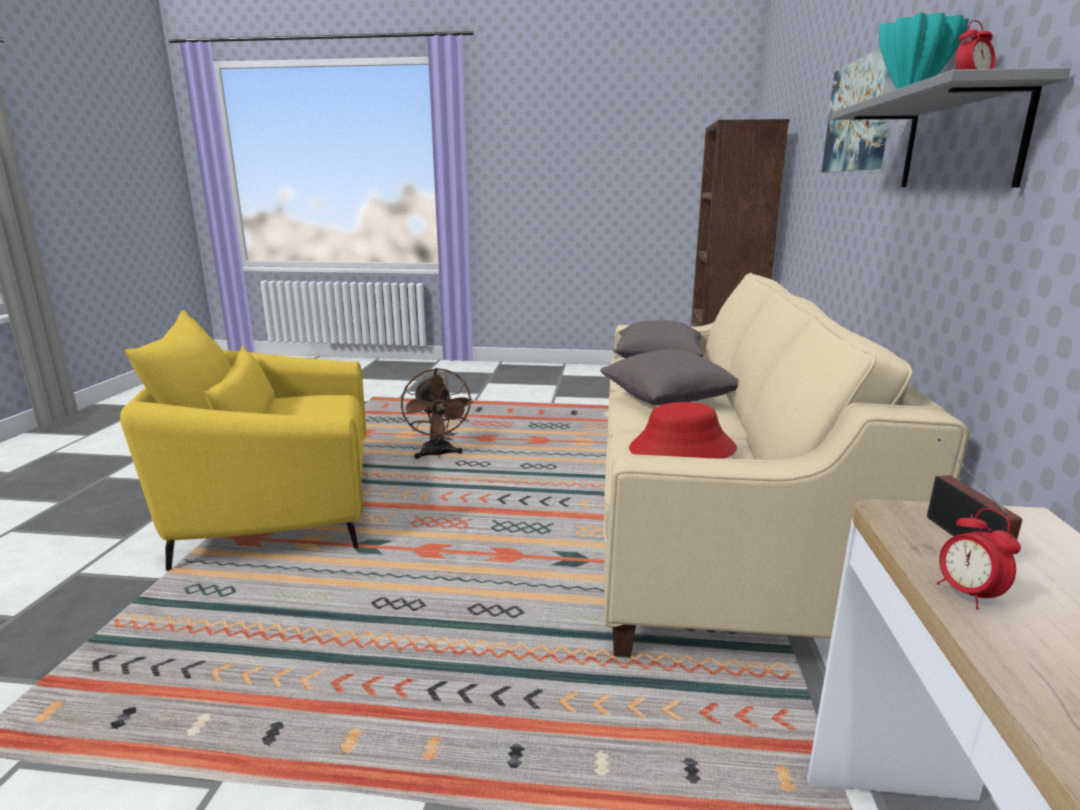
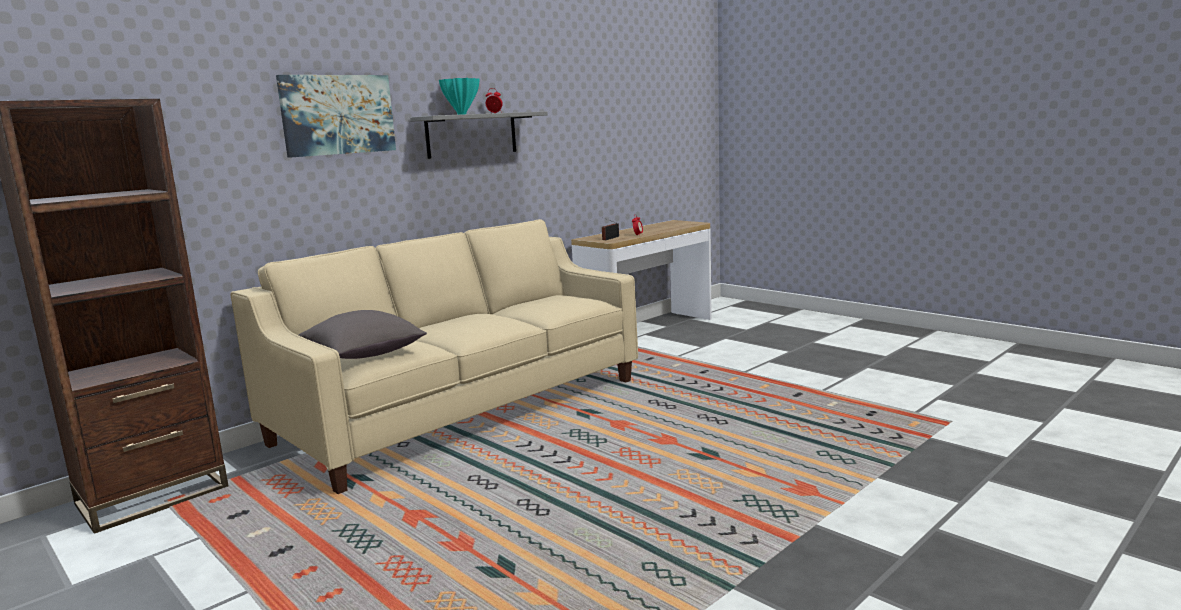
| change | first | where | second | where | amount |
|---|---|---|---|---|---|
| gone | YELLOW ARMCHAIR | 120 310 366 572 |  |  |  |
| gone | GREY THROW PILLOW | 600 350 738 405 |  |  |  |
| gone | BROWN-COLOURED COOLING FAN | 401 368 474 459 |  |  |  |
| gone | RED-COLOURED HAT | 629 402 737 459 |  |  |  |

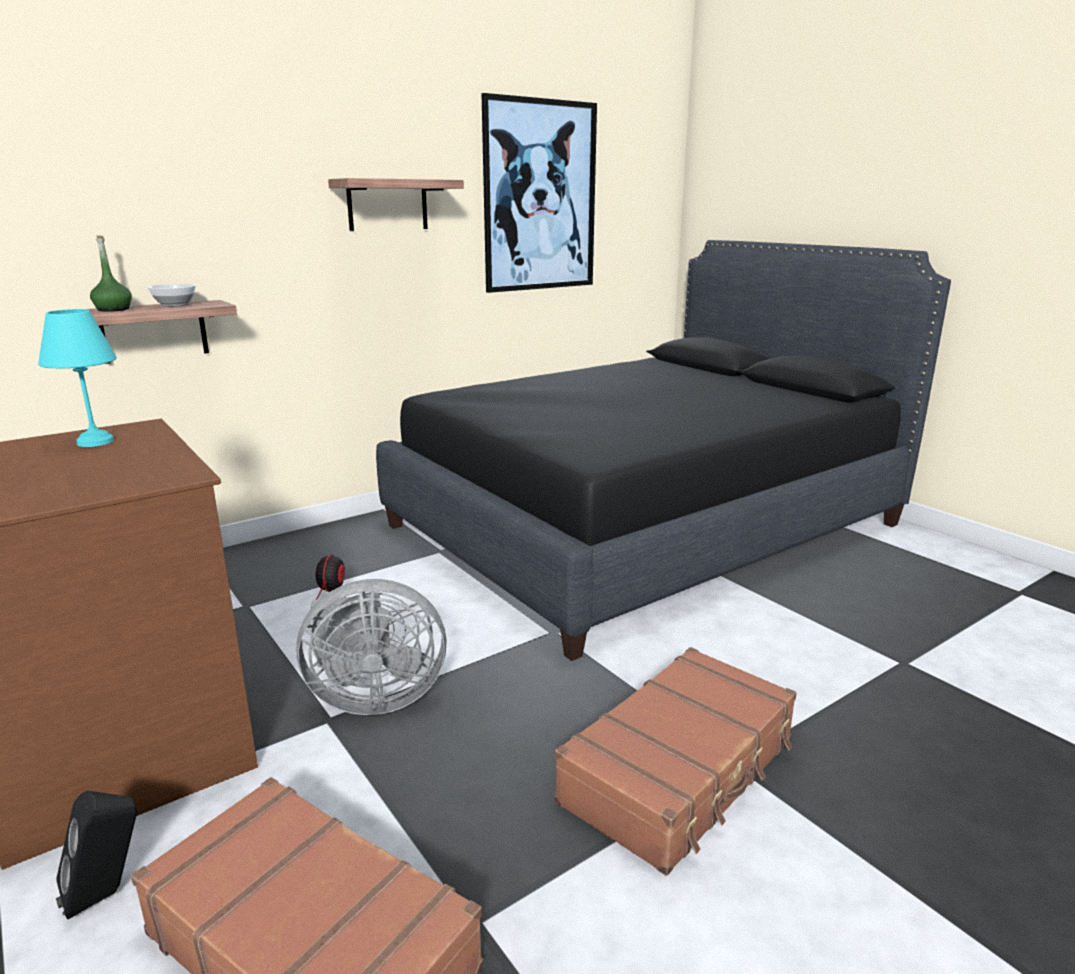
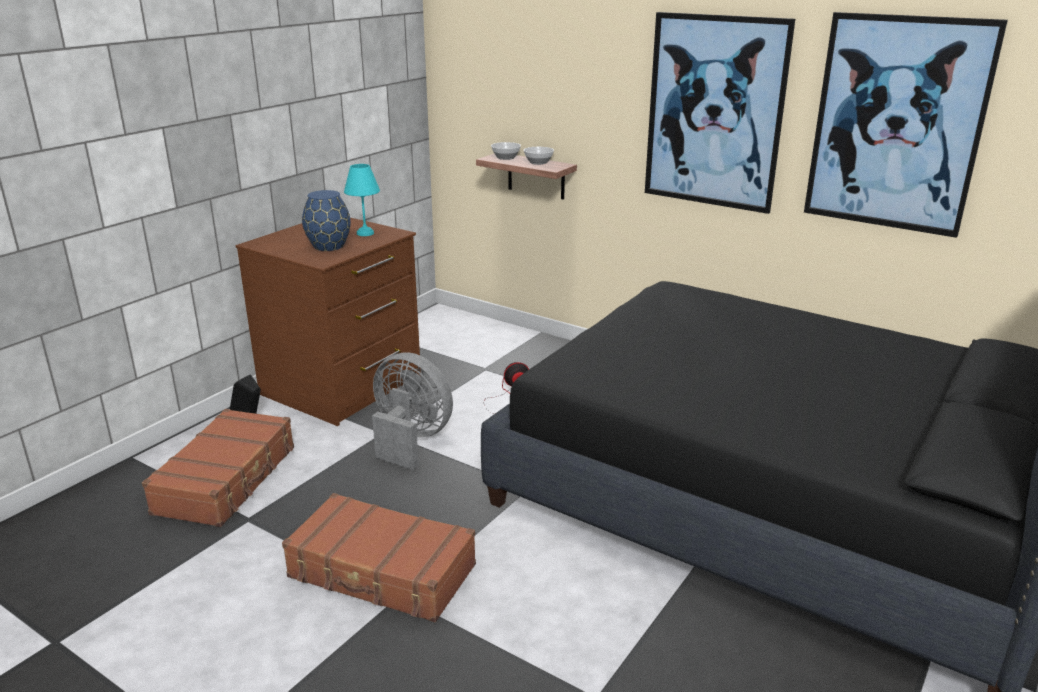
| change | first | where | second | where | amount |
|---|---|---|---|---|---|
| swapped | WALL SHELF | 328 178 464 231 | PICTURE | 645 12 795 214 |  |
| swapped | GREENISH DRINK BOTTLE | 90 235 132 312 | BOWL | 491 142 521 160 |  |
| rotated | GREY COOLING FAN | 296 579 447 715 |  | 372 352 453 470 | 150 degrees clockwise |
| new |  |  | BLUISH DECORATIVE VASE | 302 190 351 251 |  |

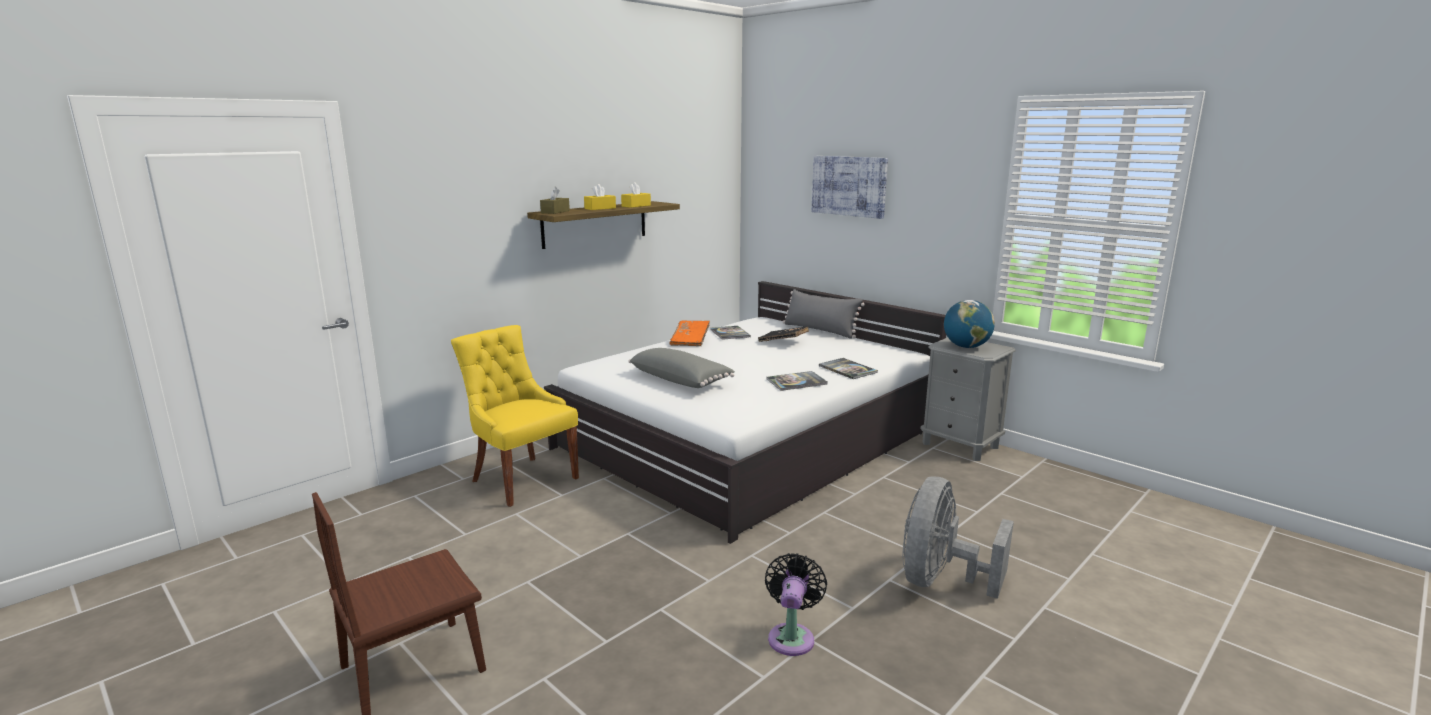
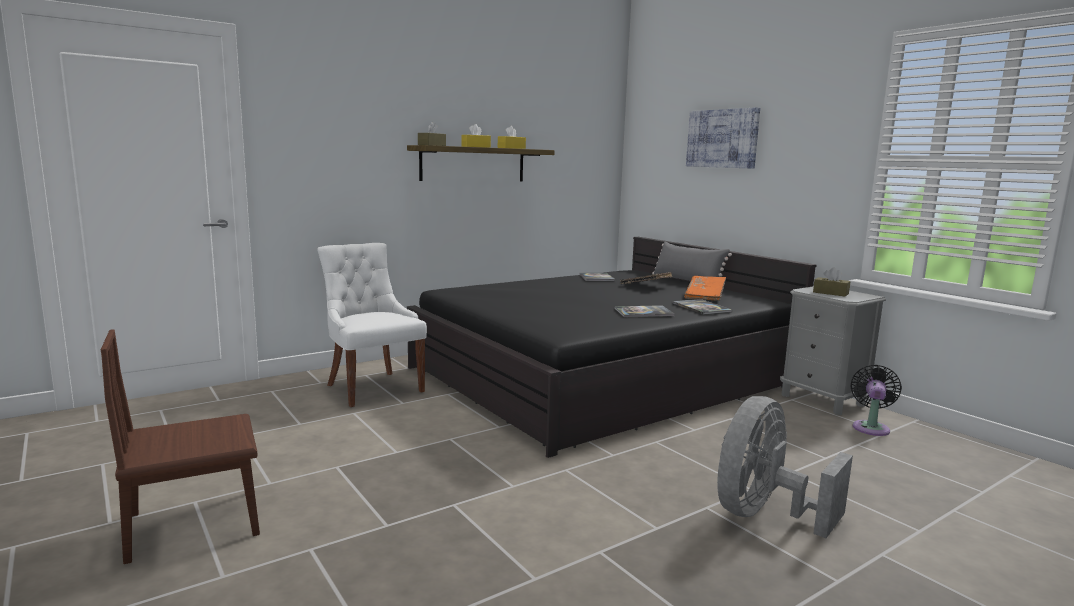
| change | first | where | second | where | amount |
|---|---|---|---|---|---|
| repainted | WHITISH BEDROOM BED | 544 281 946 544 | BLACK BEDROOM BED | 407 237 816 458 |  |
| swapped | DESK GLOBE | 944 300 995 348 | BROWN-COLOURED TISSUE BOX | 813 267 850 297 |  |
| shifted | ORANGEY BOUND BOOK | 670 320 710 346 |  | 684 276 726 301 |  |
| repainted | YELLOW CHAIR | 451 325 579 507 | WHITISH CHAIR | 317 243 427 407 |  |
| gone | GREY THROW PILLOW | 628 348 735 388 |  |  |  |
| shifted | BLACK COOLING FAN | 765 553 827 656 |  | 850 365 902 436 |  |

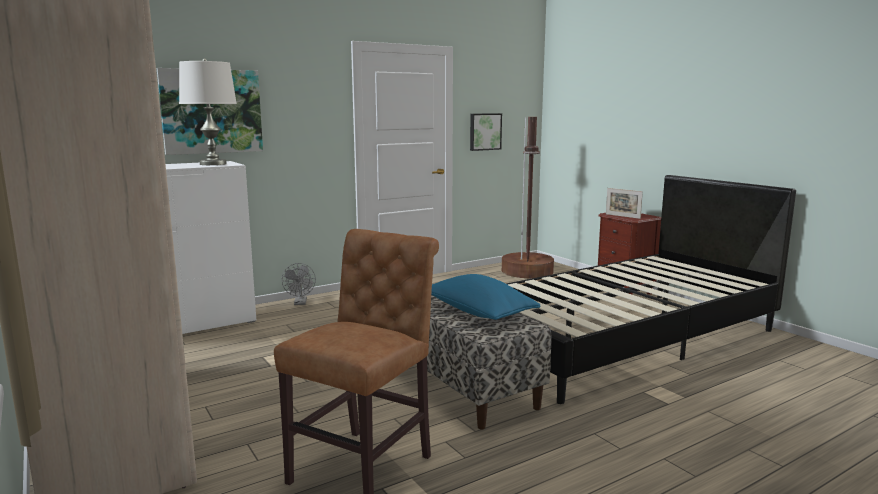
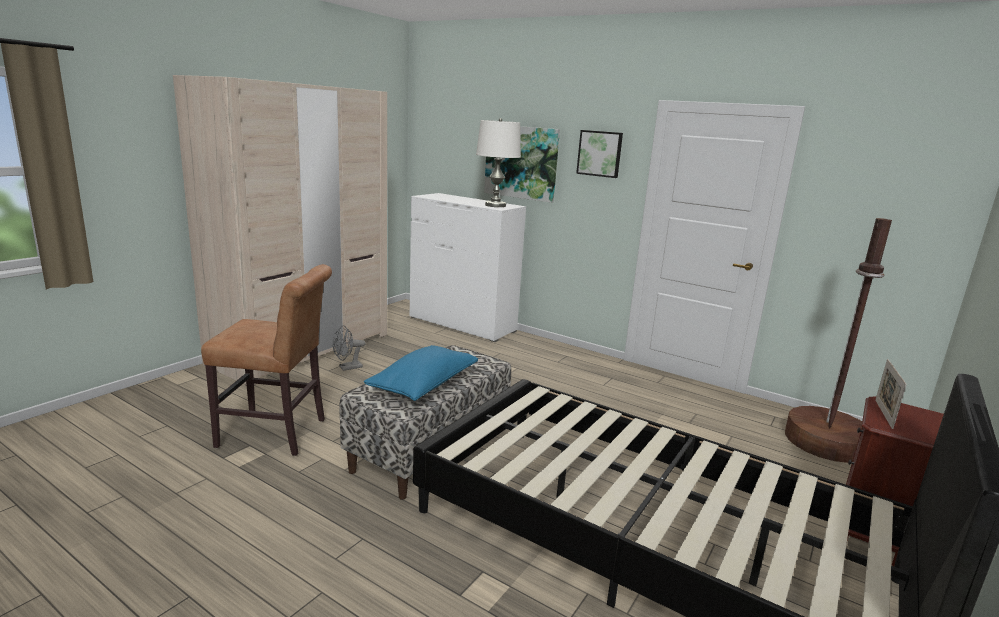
| change | first | where | second | where | amount |
|---|---|---|---|---|---|
| shifted | PICTURE | 470 113 502 151 |  | 576 130 623 178 |  |
| shifted | GREY COOLING FAN | 282 263 316 305 |  | 333 325 365 371 |  |

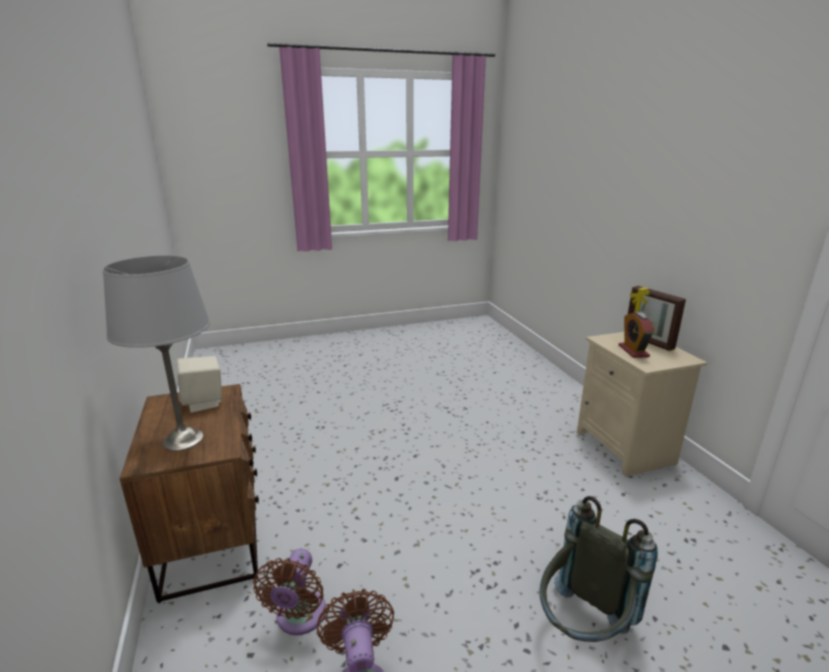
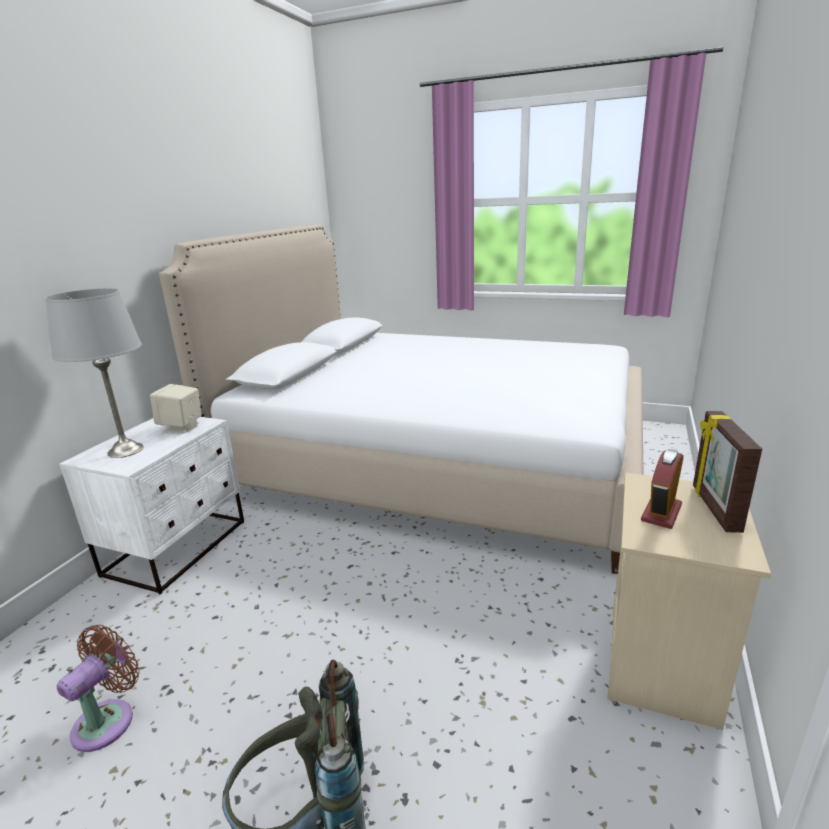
| change | first | where | second | where | amount |
|---|---|---|---|---|---|
| repainted | BROWN-COLOURED NIGHT TABLE | 119 384 259 603 | WHITISH NIGHT TABLE | 59 417 244 594 |  |
| gone | BROWN-COLOURED COOLING FAN | 253 548 326 635 |  |  |  |
| new |  |  | BEDROOM BED | 159 224 643 574 |  |

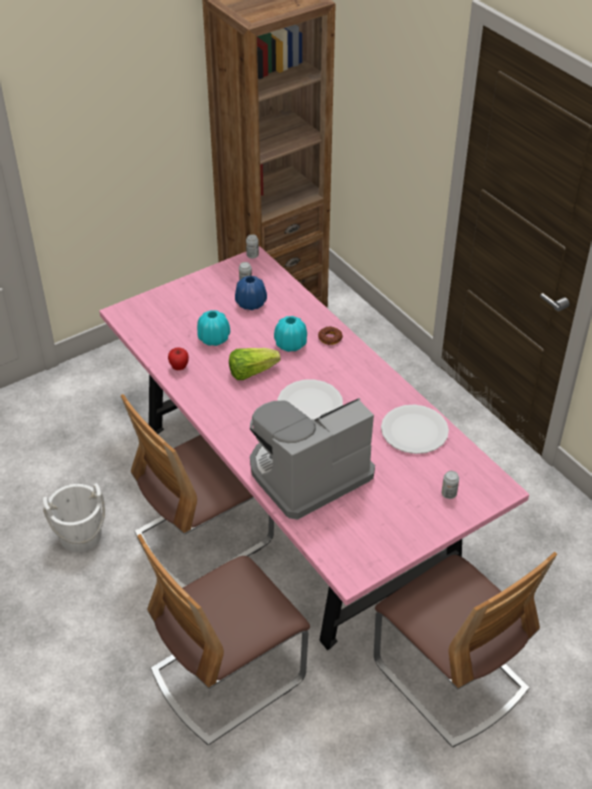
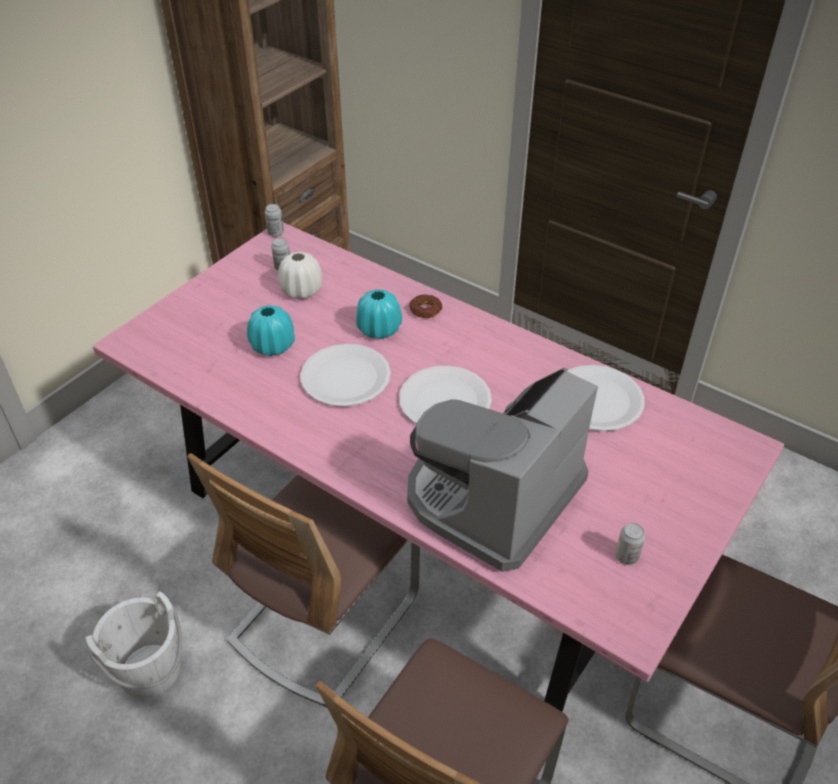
| change | first | where | second | where | amount |
|---|---|---|---|---|---|
| repainted | BLUISH DECORATIVE VASE | 235 276 267 310 | WHITISH DECORATIVE VASE | 278 252 322 299 |  |
| gone | APPLE FRUIT | 168 347 189 370 |  |  |  |
| swapped | LETTUCE HEAD | 229 348 281 380 | WHITISH FLAT DISH | 300 344 391 407 |  |
| shifted | CAN | 442 471 459 499 |  | 615 523 645 565 |  |

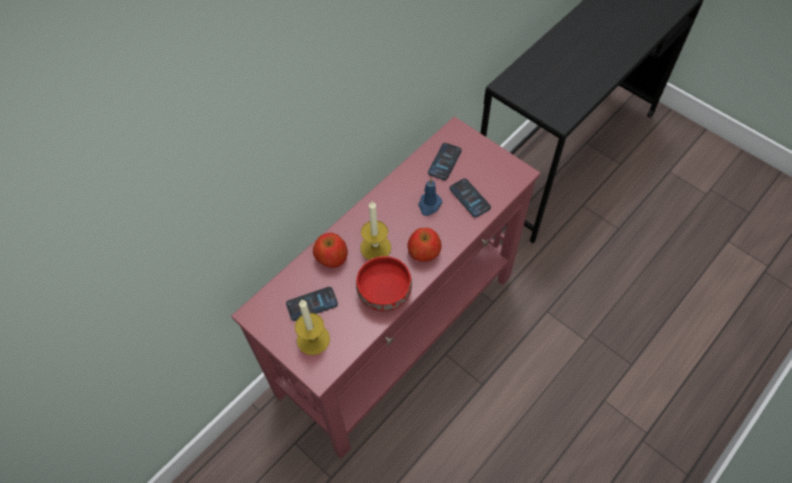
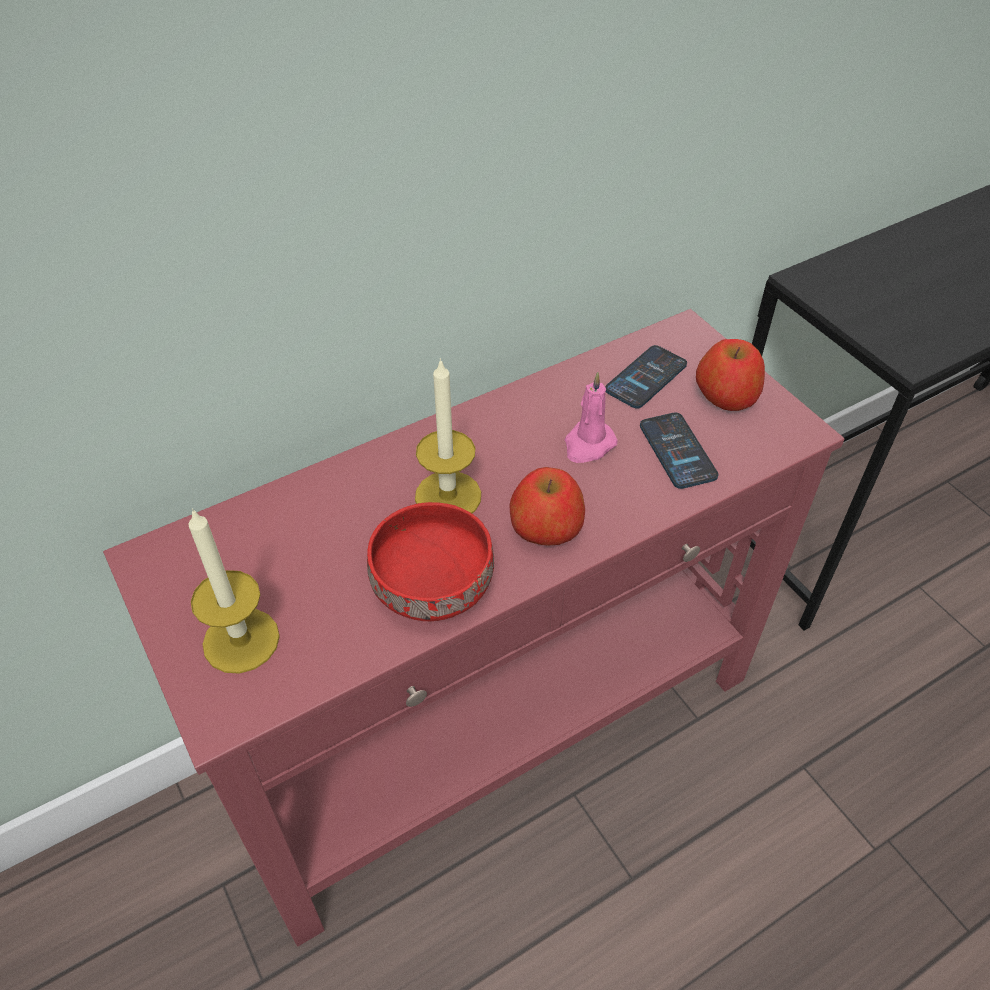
| change | first | where | second | where | amount |
|---|---|---|---|---|---|
| repainted | BLUISH CANDLE | 418 178 442 216 | PINK-COLOURED CANDLE | 565 372 618 463 |  |
| shifted | APPLE FRUIT | 313 233 348 268 |  | 696 339 765 411 |  |
| gone | HANDSET | 286 287 338 321 |  |  |  |

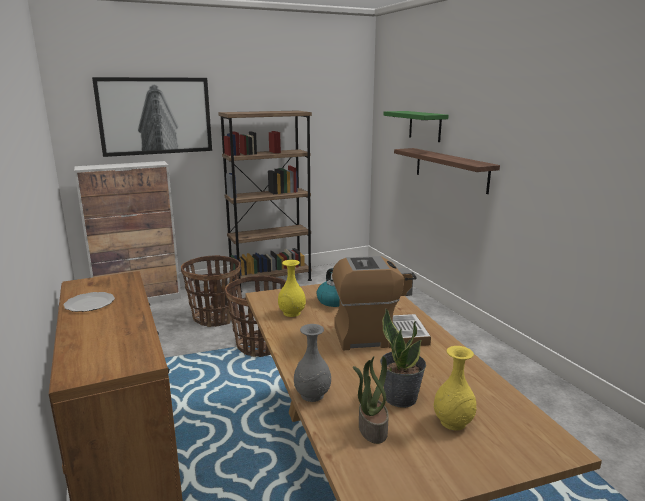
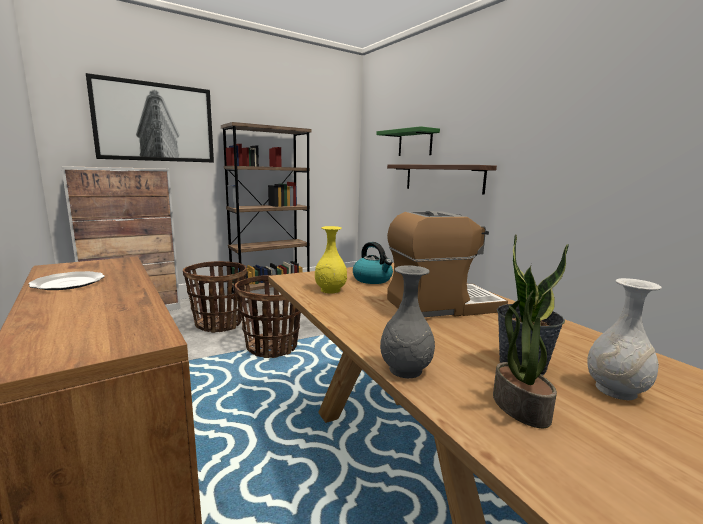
| change | first | where | second | where | amount |
|---|---|---|---|---|---|
| repainted | YELLOW DECORATIVE VASE | 434 346 477 431 | WHITISH DECORATIVE VASE | 588 278 662 400 |  |

